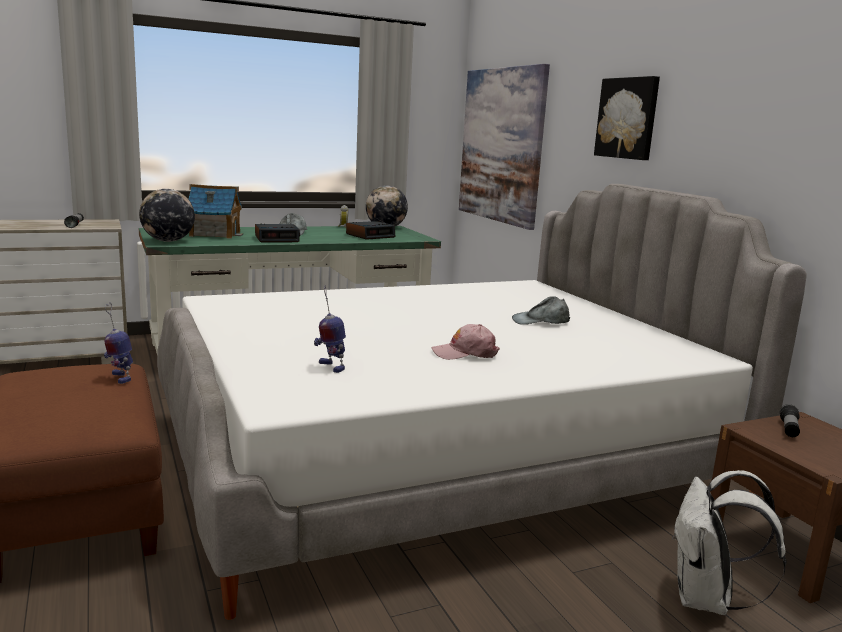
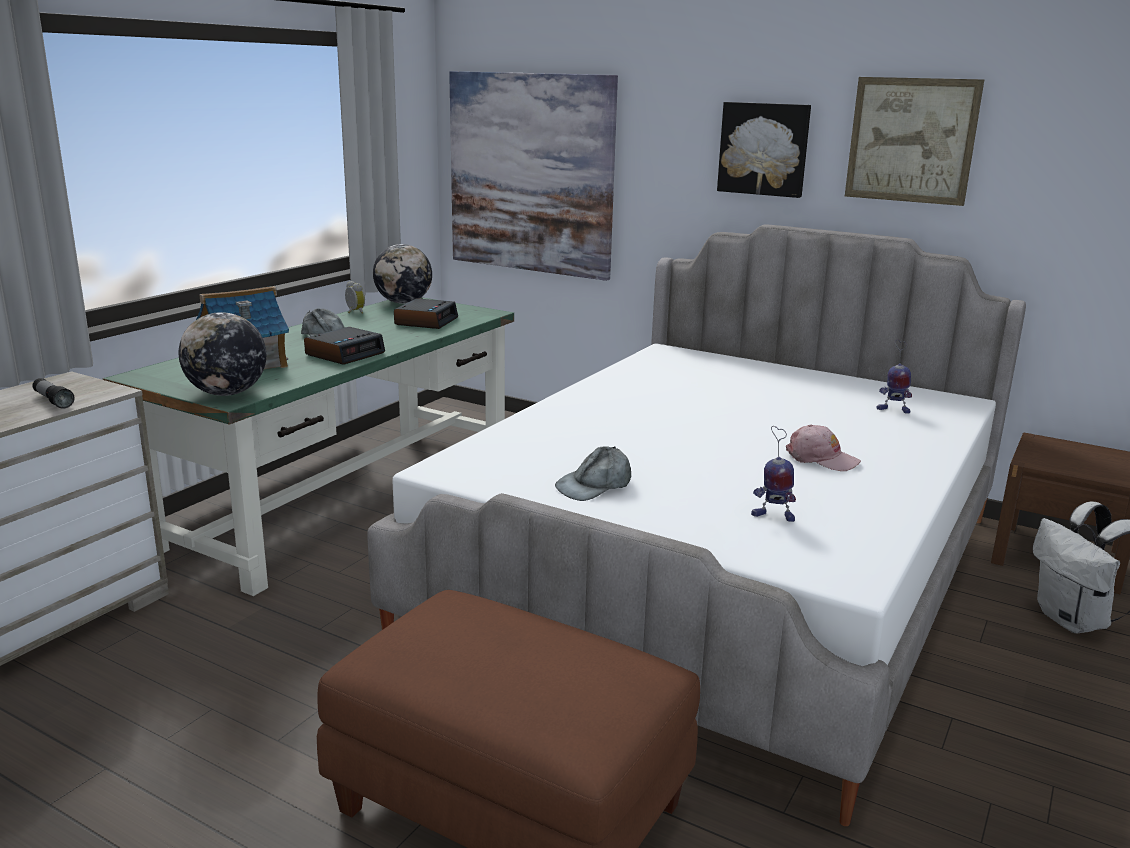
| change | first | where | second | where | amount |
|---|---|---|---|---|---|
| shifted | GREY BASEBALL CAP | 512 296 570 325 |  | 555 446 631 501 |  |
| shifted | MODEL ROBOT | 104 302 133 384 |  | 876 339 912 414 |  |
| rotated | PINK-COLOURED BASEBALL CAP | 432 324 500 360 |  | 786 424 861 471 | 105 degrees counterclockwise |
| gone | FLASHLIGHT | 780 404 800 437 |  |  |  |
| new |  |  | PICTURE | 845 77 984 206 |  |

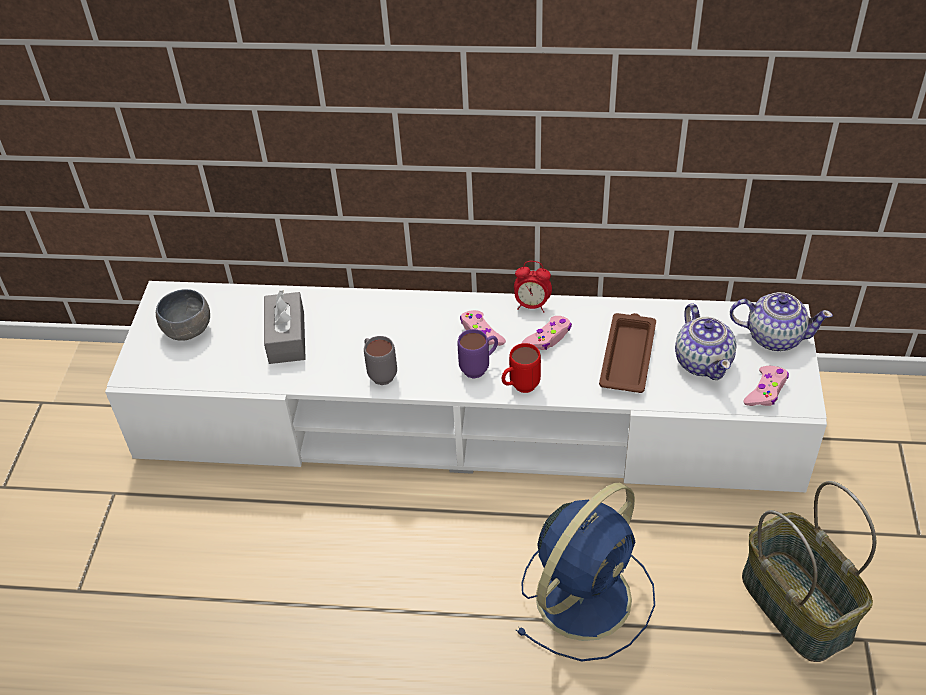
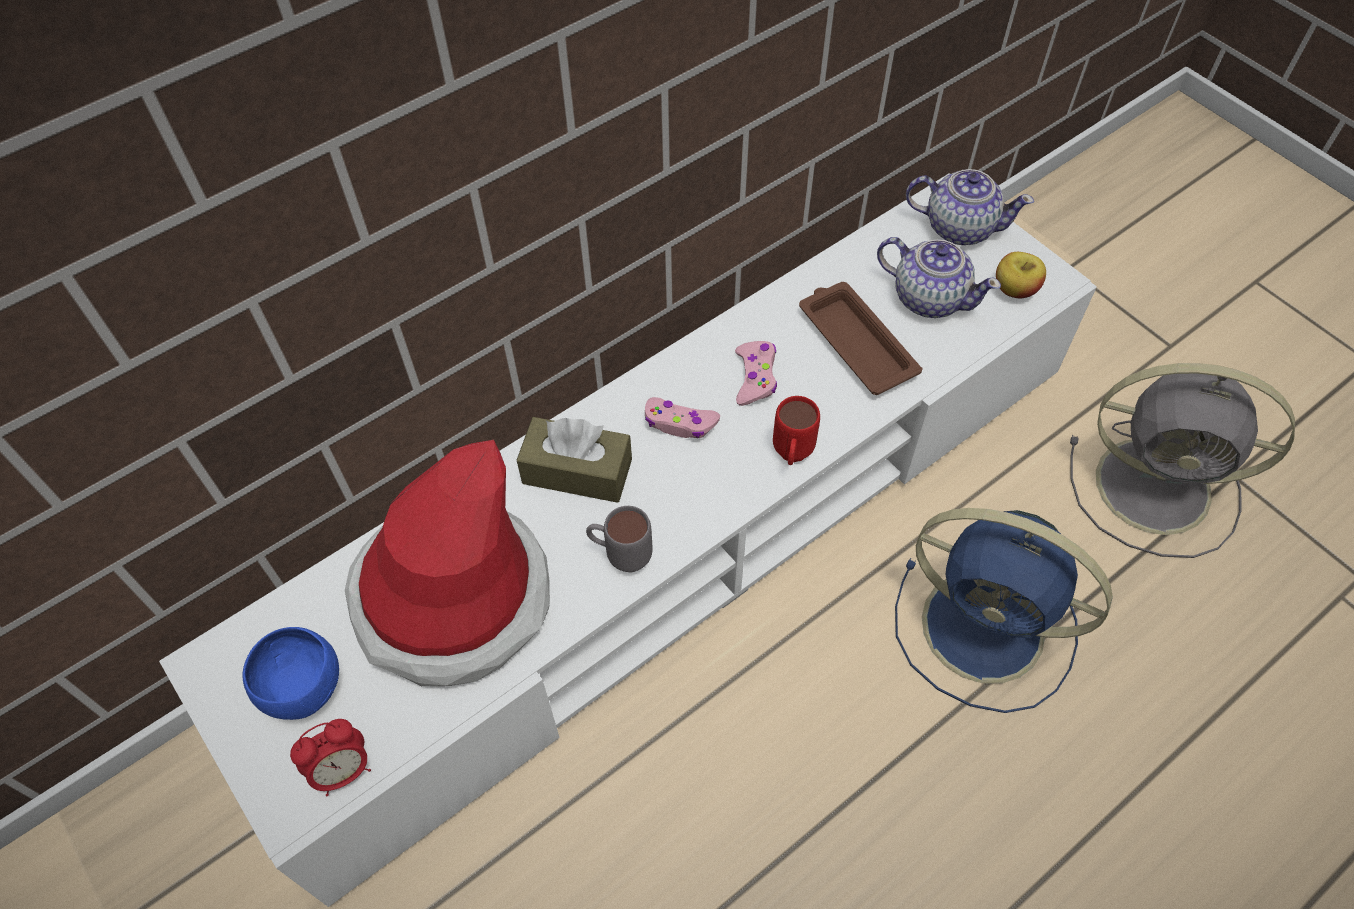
| change | first | where | second | where | amount |
|---|---|---|---|---|---|
| shifted | TABLE CLOCK | 514 261 552 313 |  | 290 719 371 796 |  |
| repainted | GREY BOWL | 156 289 210 341 | BLUISH BOWL | 243 627 339 720 |  |
| swapped | GREY TISSUE BOX | 264 290 306 364 | HAT | 345 440 550 686 |  |
| rotated | POT FOR TEA | 730 292 833 351 |  | 906 169 1034 245 | 45 degrees clockwise |
| gone | PURPLE MUG | 457 329 498 378 |  |  |  |
| swapped | PINK-COLOURED JOYPAD | 743 366 789 406 | APPLE FRUIT | 996 252 1046 298 |  |
| swapped | STORAGE BASKET | 742 481 876 662 | GREY COOLING FAN | 1070 363 1295 558 |  |
| rotated | BLUISH COOLING FAN | 516 483 655 661 |  | 895 508 1113 713 | 120 degrees clockwise |
| new |  |  | BROWN-COLOURED TISSUE BOX | 517 417 632 503 |  |

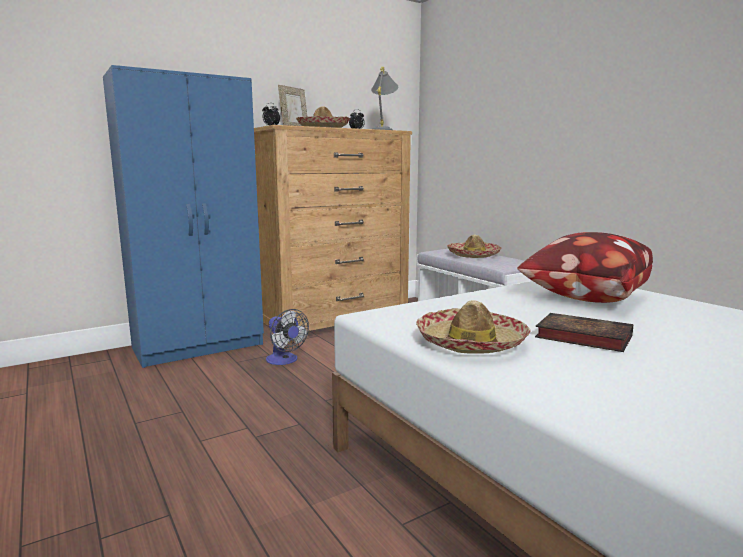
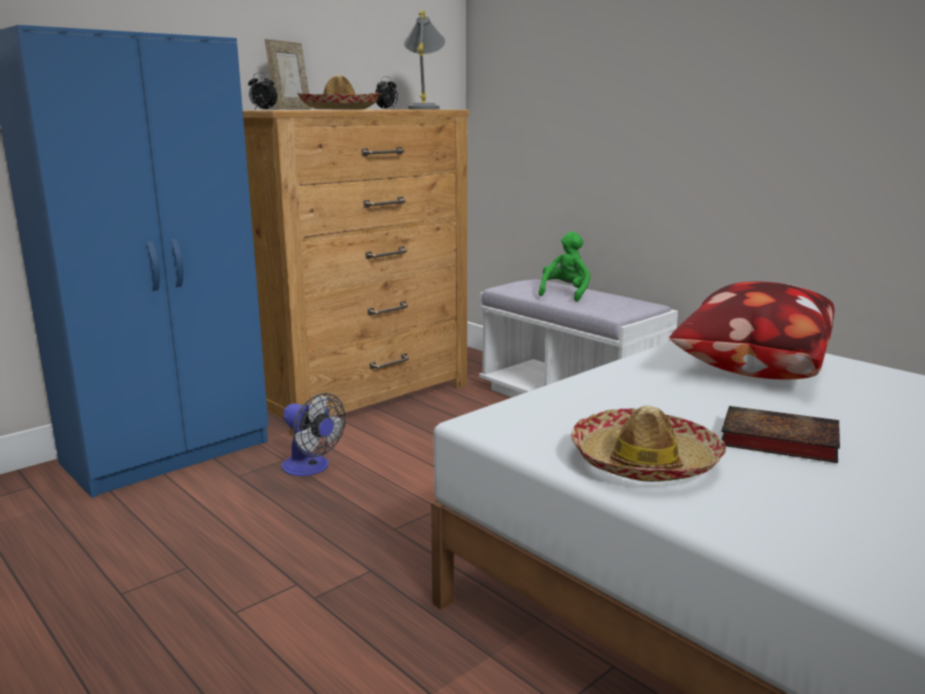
| change | first | where | second | where | amount |
|---|---|---|---|---|---|
| swapped | HAT | 447 234 502 258 | GREENISH SOFT TOY | 538 232 591 302 |  |

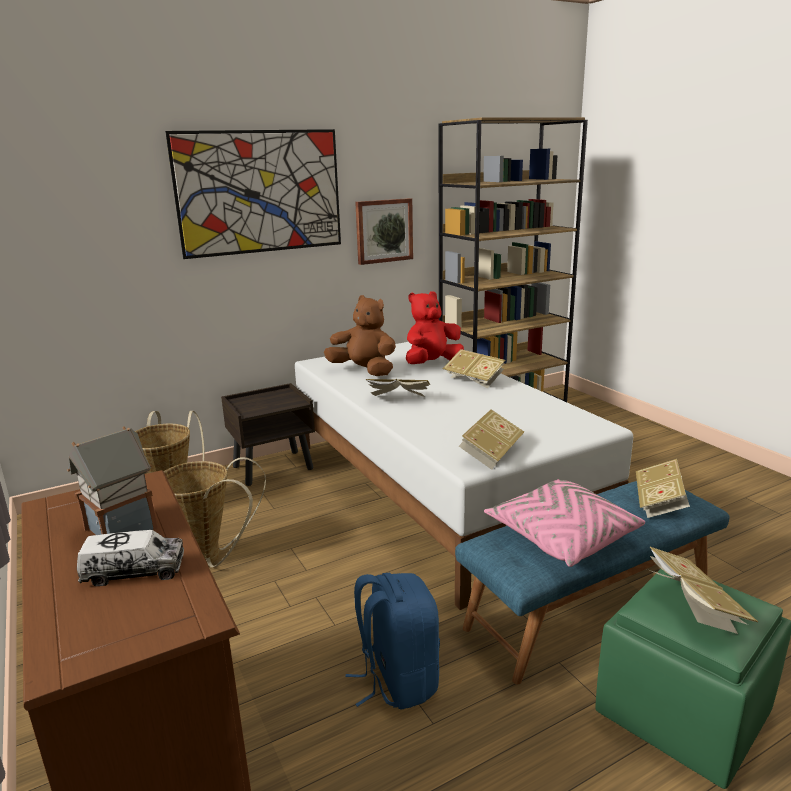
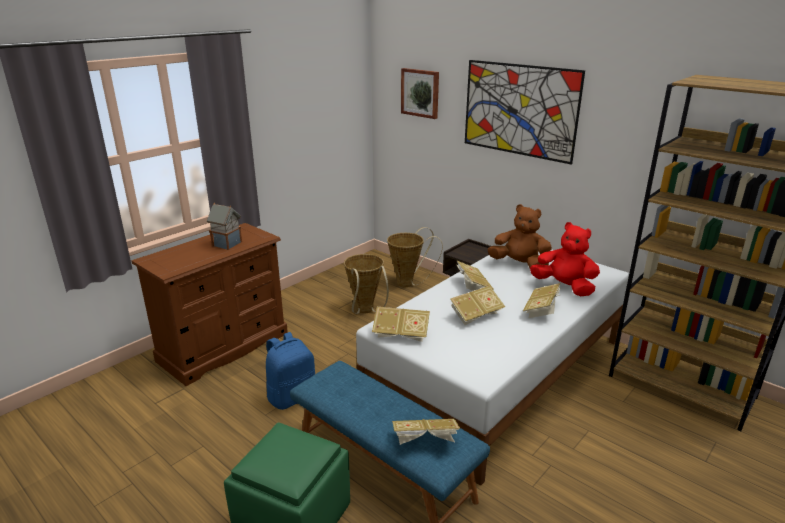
| change | first | where | second | where | amount |
|---|---|---|---|---|---|
| shifted | PICTURE | 355 198 413 265 |  | 401 68 439 119 |  |
| rotated | BROWN-COLOURED SOFT TOY | 324 295 396 376 |  | 487 204 552 268 | 75 degrees counterclockwise |
| gone | PINK-COLOURED THROW PILLOW | 484 479 645 567 |  |  |  |
| gone | TOY LORRY | 77 530 184 586 |  |  |  |
| shifted | BOUND BOOK | 649 547 758 634 |  | 450 286 505 325 |  |

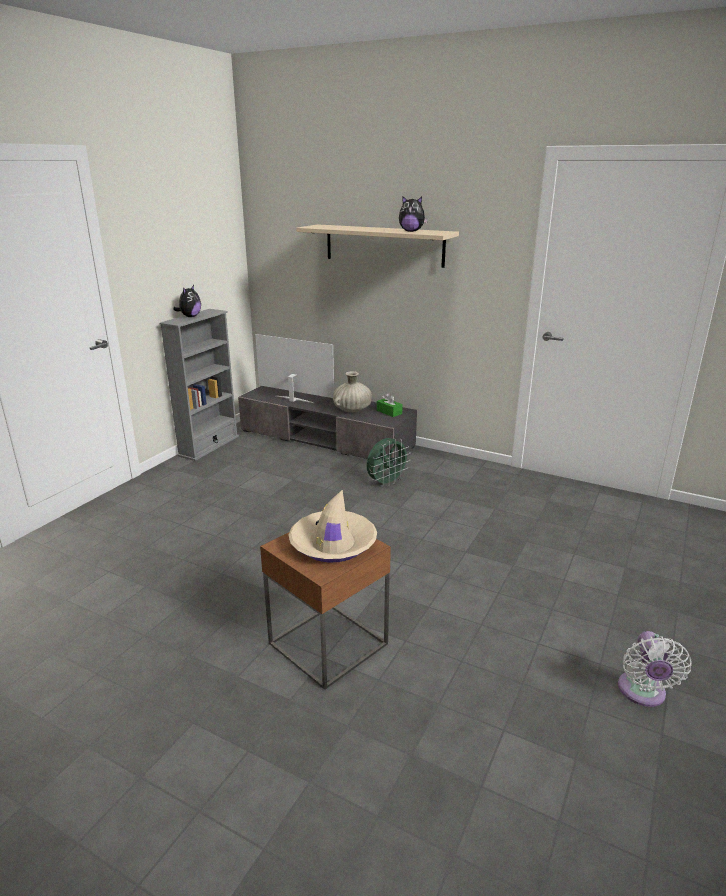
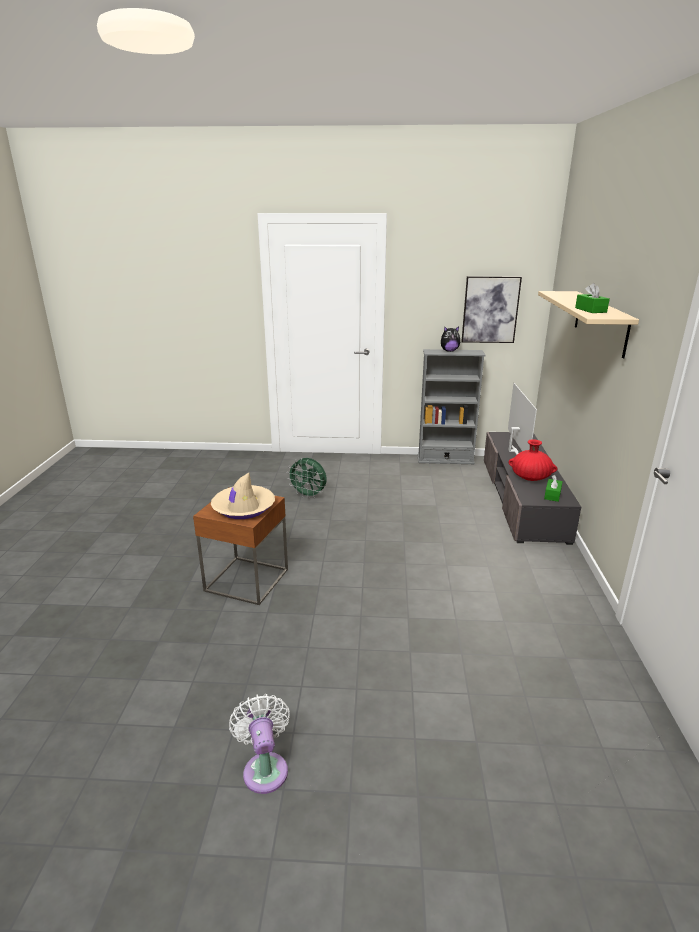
| change | first | where | second | where | amount |
|---|---|---|---|---|---|
| swapped | SOFT TOY | 399 196 428 232 | GREENISH TISSUE BOX | 575 283 610 313 |  |
| repainted | BEIGE-COLOURED DECORATIVE VASE | 333 371 372 412 | RED-COLOURED DECORATIVE VASE | 509 439 557 481 |  |
| shifted | GREENISH COOLING FAN | 367 438 411 487 |  | 287 458 327 499 |  |
| rotated | WHITISH COOLING FAN | 618 631 692 707 |  | 229 694 290 794 | 90 degrees clockwise |
| new |  |  | PICTURE | 461 276 522 343 |  |

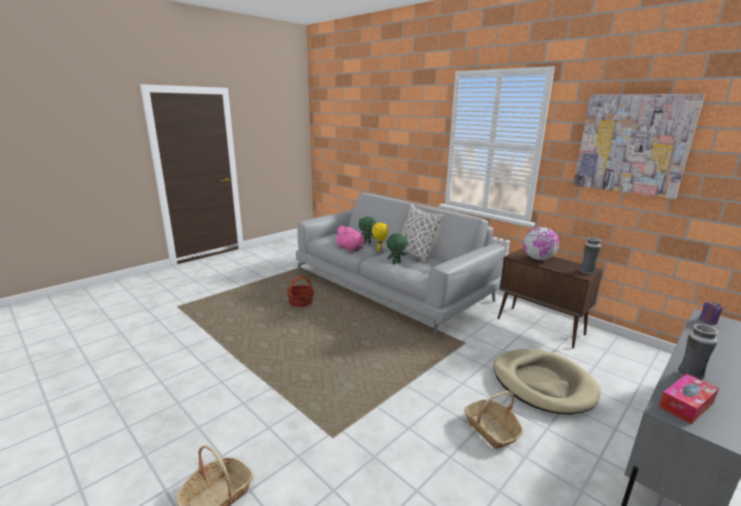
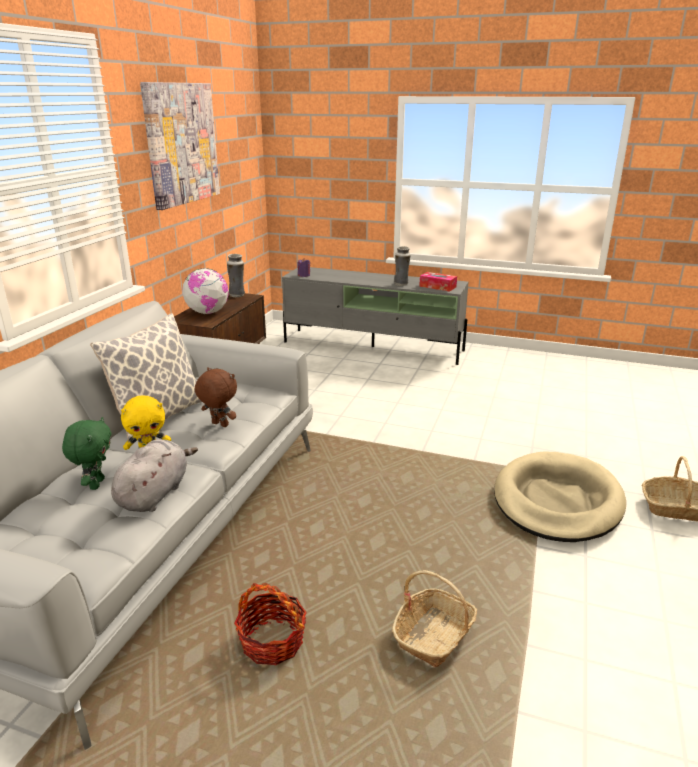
| change | first | where | second | where | amount |
|---|---|---|---|---|---|
| repainted | PINK-COLOURED SOFT TOY | 335 226 365 252 | GREY SOFT TOY | 111 439 198 512 |  |
| repainted | GREENISH SOFT TOY | 386 233 408 264 | BROWN-COLOURED SOFT TOY | 195 367 237 427 |  |
| shifted | BEIGE-COLOURED DOG BED | 493 349 601 414 |  | 494 451 626 542 |  |
| shifted | STORAGE BASKET | 464 391 523 449 |  | 392 570 477 667 |  |

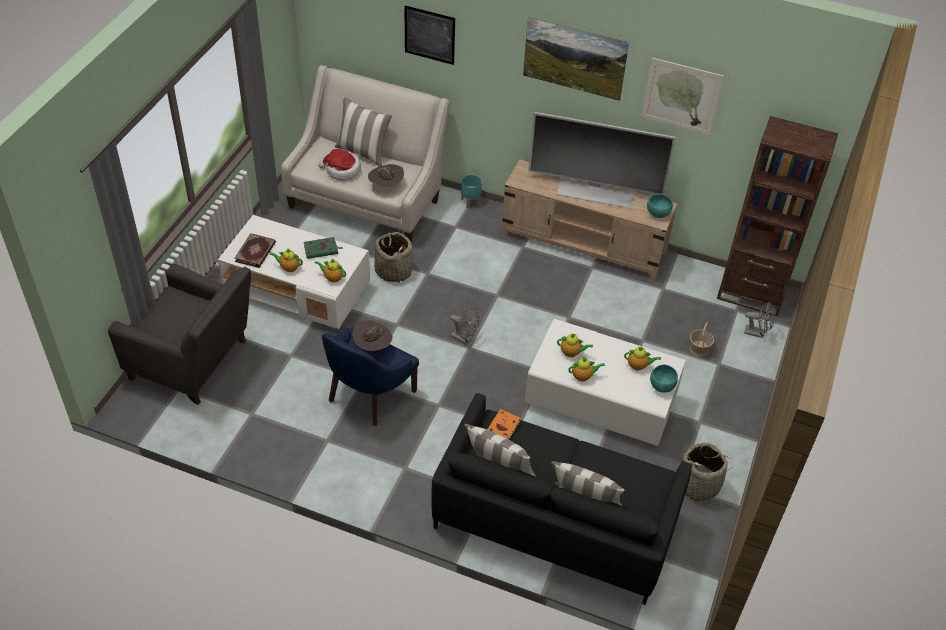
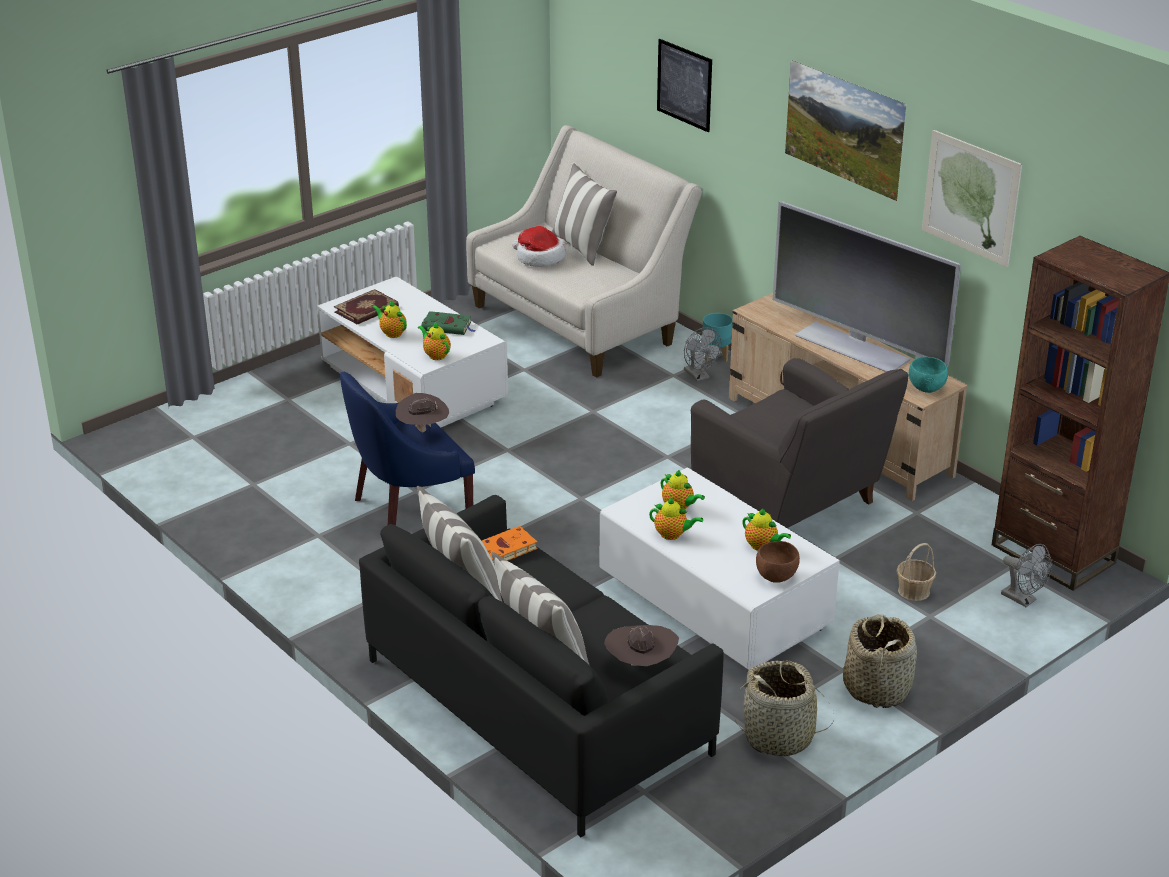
| change | first | where | second | where | amount |
|---|---|---|---|---|---|
| shifted | BROWN-COLOURED HAT | 368 164 404 188 |  | 604 625 679 666 |  |
| shifted | STORAGE BASKET | 374 232 413 283 |  | 843 614 917 708 |  |
| shifted | GREY ARMCHAIR | 108 262 251 405 |  | 691 358 908 528 |  |
| shifted | GREY COOLING FAN | 450 308 479 344 |  | 684 327 722 381 |  |
| repainted | BLUE-GREEN BOWL | 650 365 678 393 | BROWN-COLOURED BOWL | 756 541 800 583 |  |

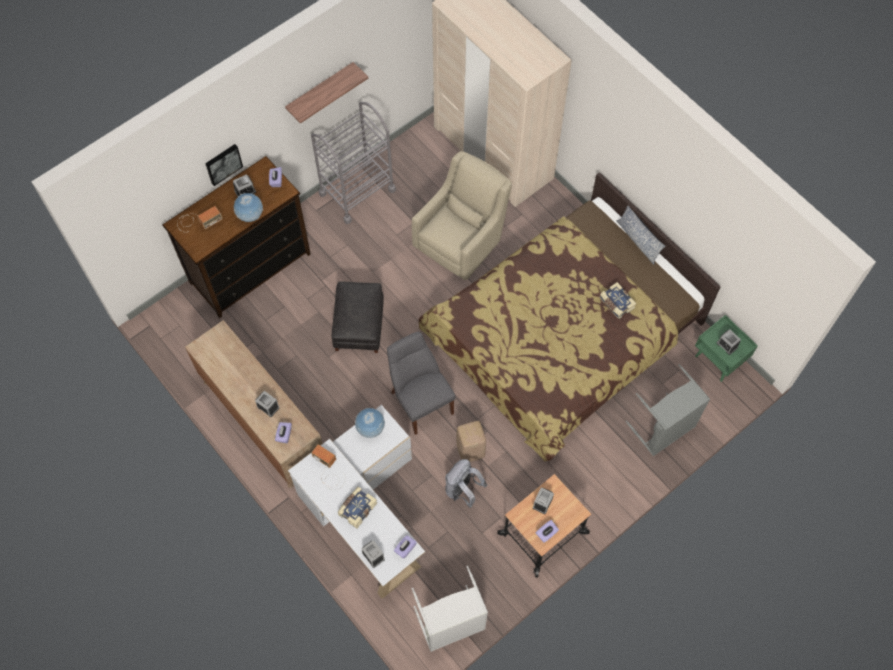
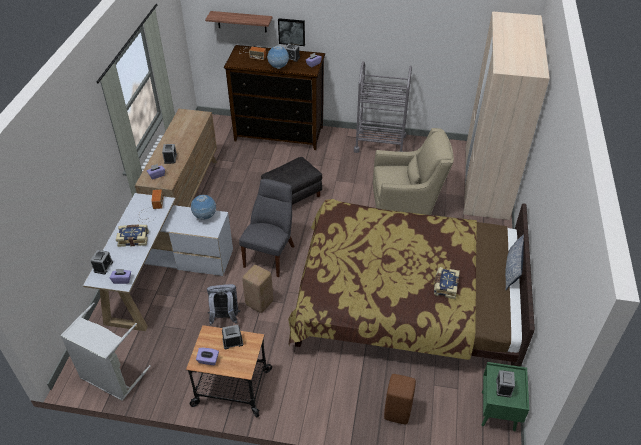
| change | first | where | second | where | amount |
|---|---|---|---|---|---|
| shifted | WALL SHELF | 285 62 368 123 |  | 205 11 272 33 |  |
| swapped | GREY LAUNDRY BASKET | 625 364 710 456 | BROWN-COLOURED STOOL SEAT | 384 374 416 425 |  |

